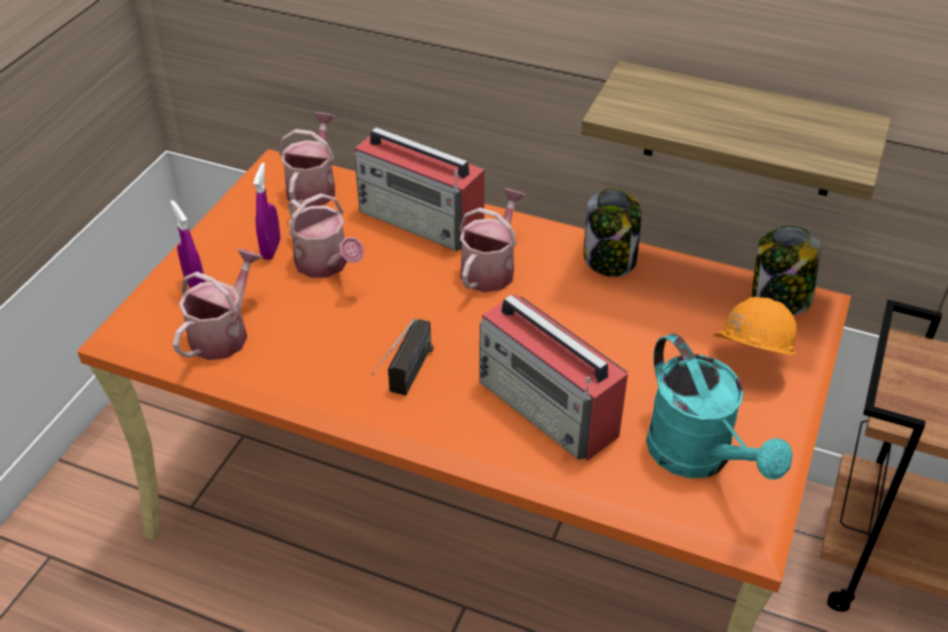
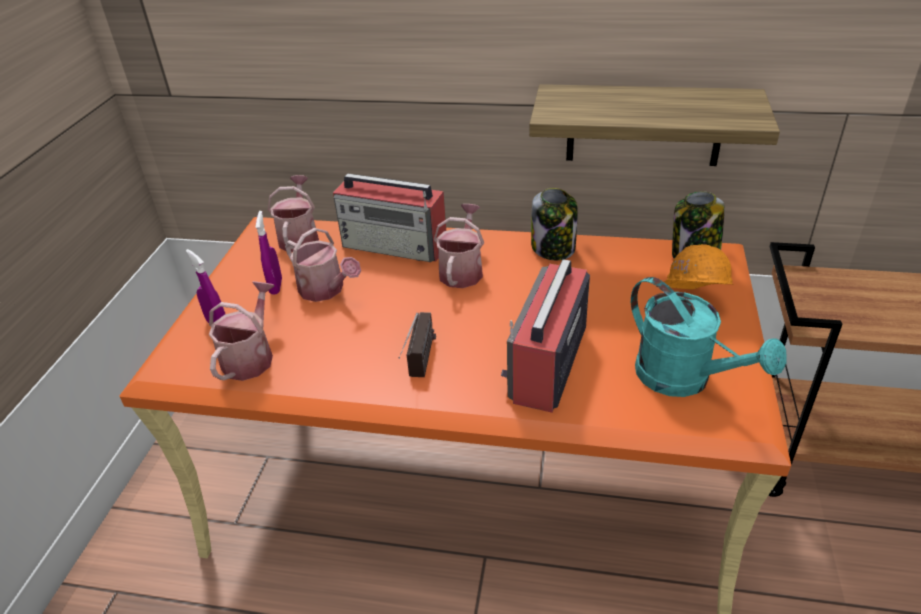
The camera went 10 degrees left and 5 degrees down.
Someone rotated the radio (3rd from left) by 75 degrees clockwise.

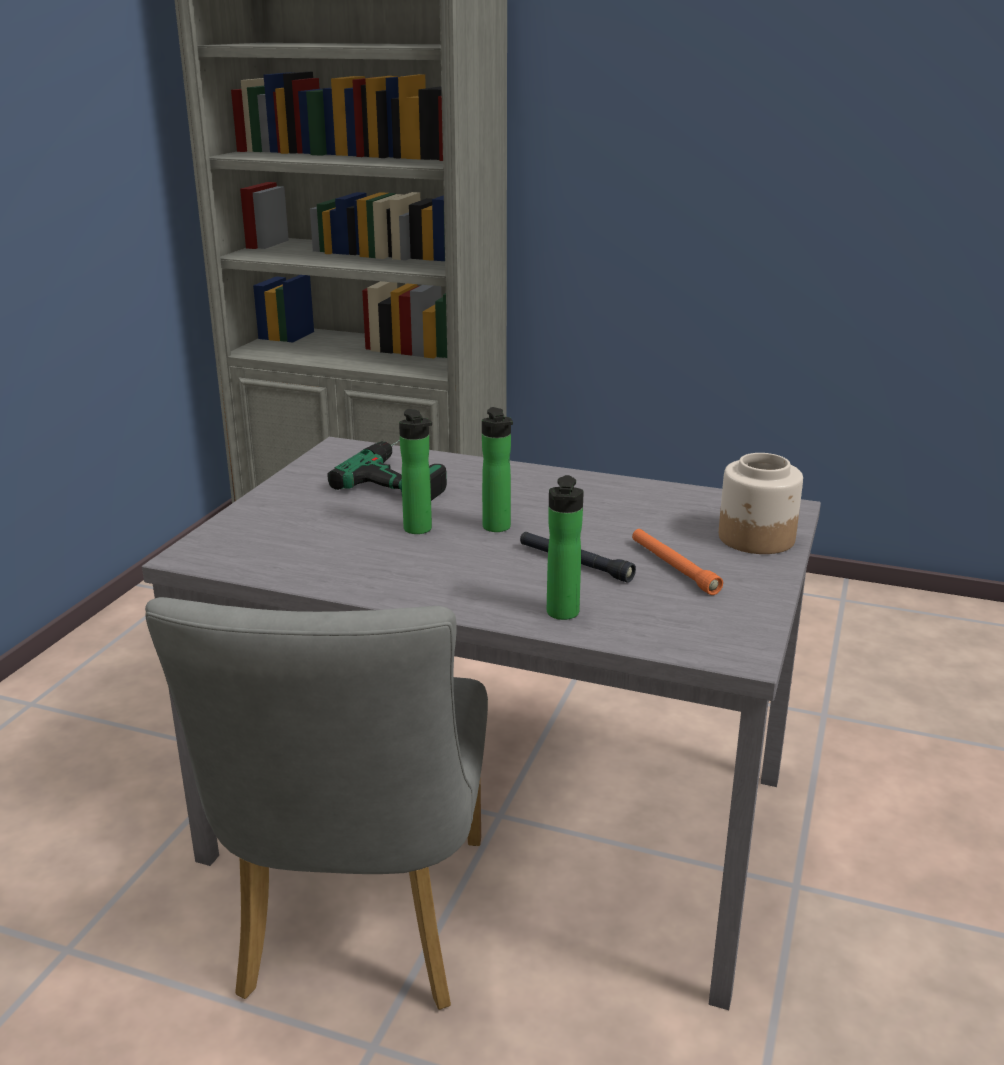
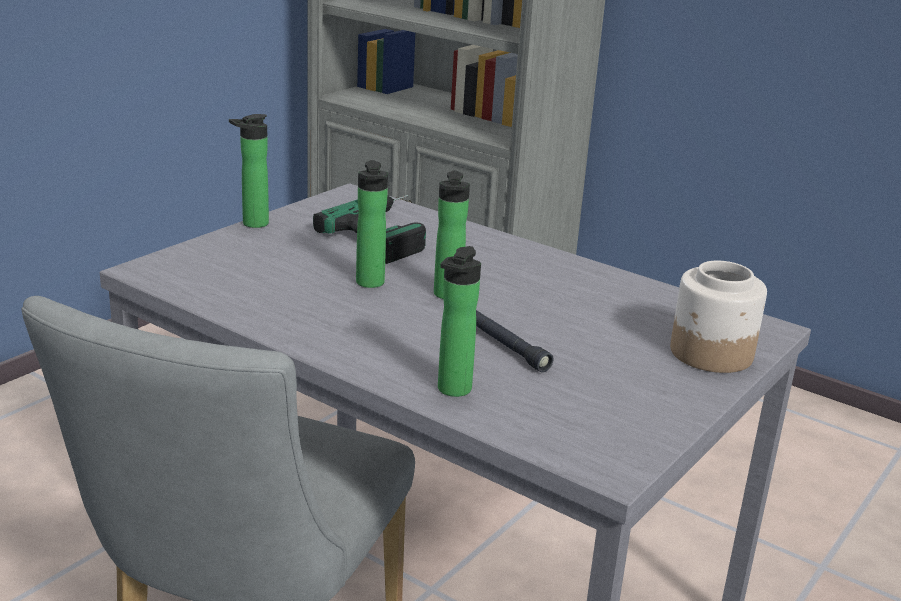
The camera went 15 degrees right and 0 degrees up.
Someone put down the bottle (1st from left).
Someone took away the flashlight (orange).

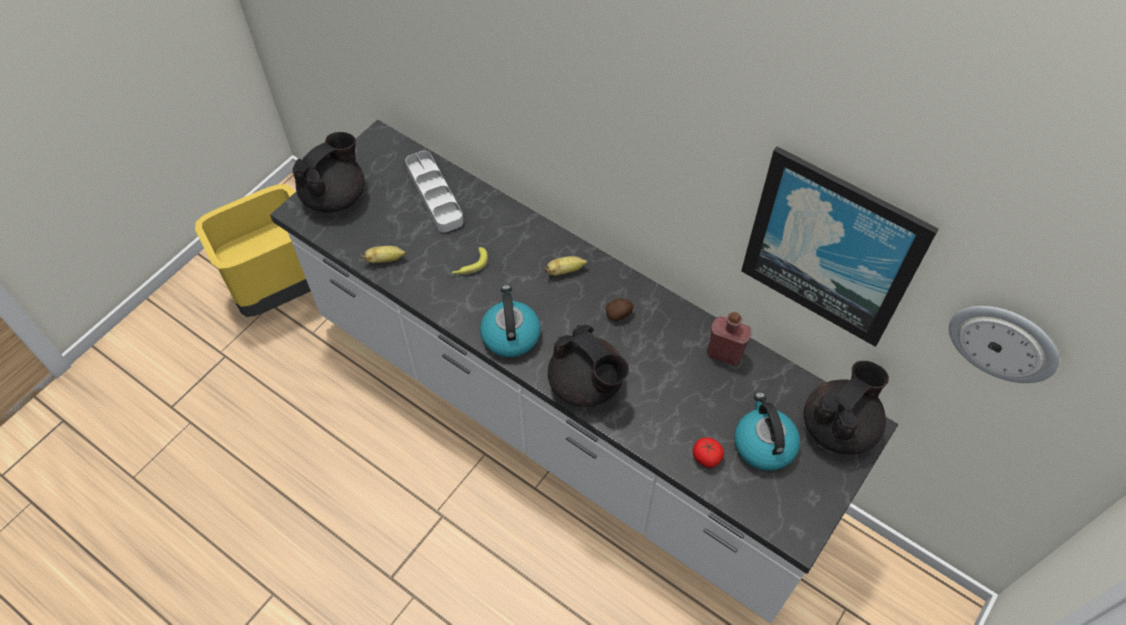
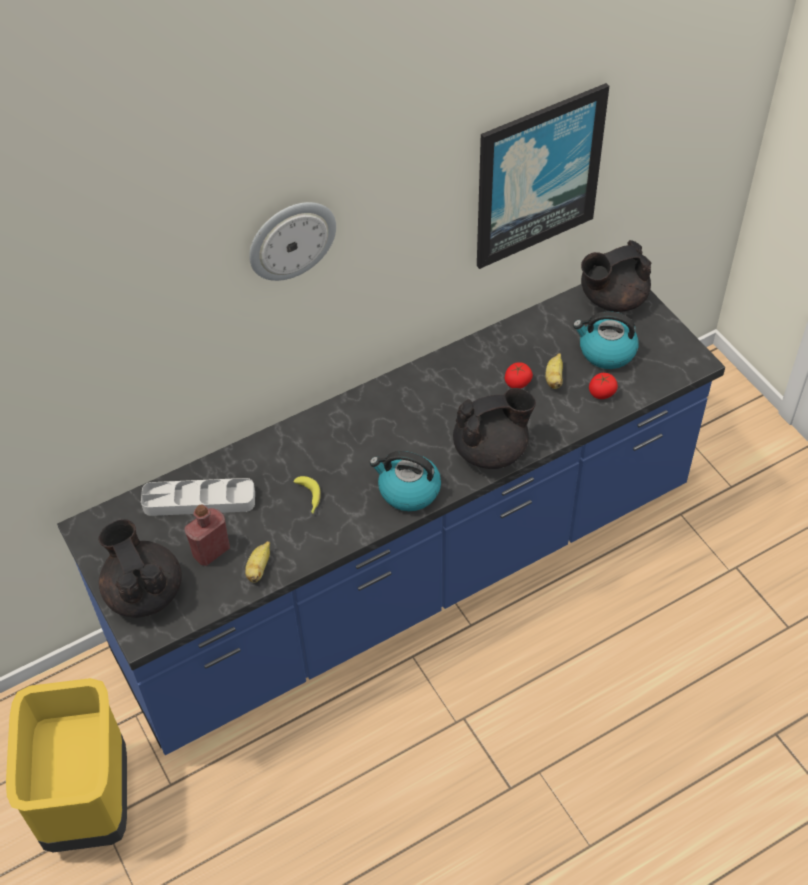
The camera went 65 degrees left and 5 degrees down.
Someone repainted the counter (white), which became the counter (blue).
Someone carried the bottle (red).
Someone carried the wall clock.
Someone put down the tomato (1st from left).
Someone carried the banana (3rd from left).
Someone rotated the teapot (black) (3rd from left) by 90 degrees counterclockwise.
Someone took away the potato.

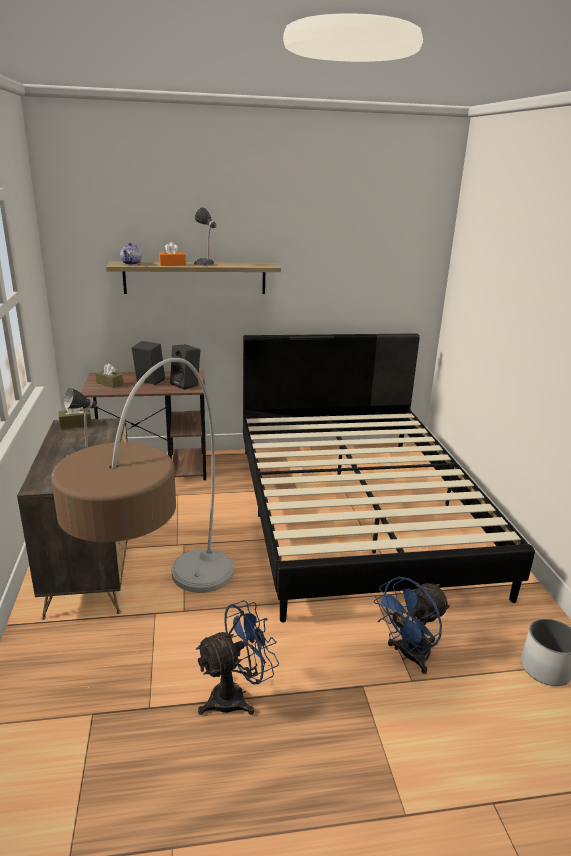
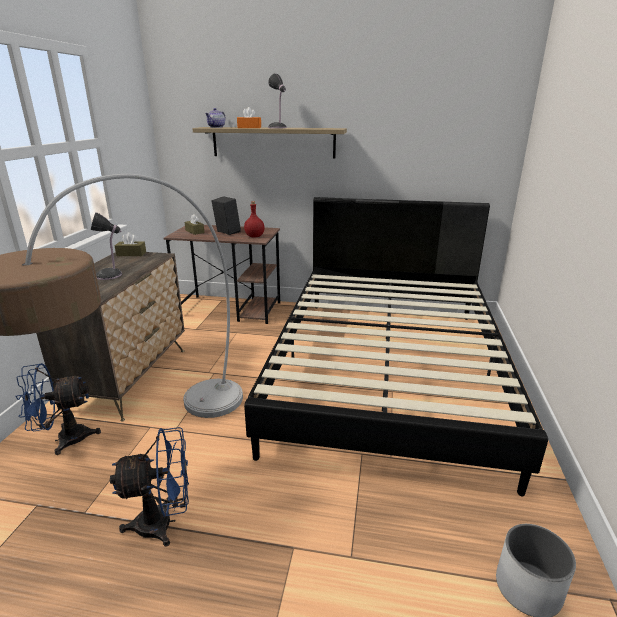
The camera went 20 degrees right and 0 degrees up.
Someone carried the fan (blue) (2nd from left in the first image).
Someone swapped the speaker (black) (2nd from left) for the bottle (red).

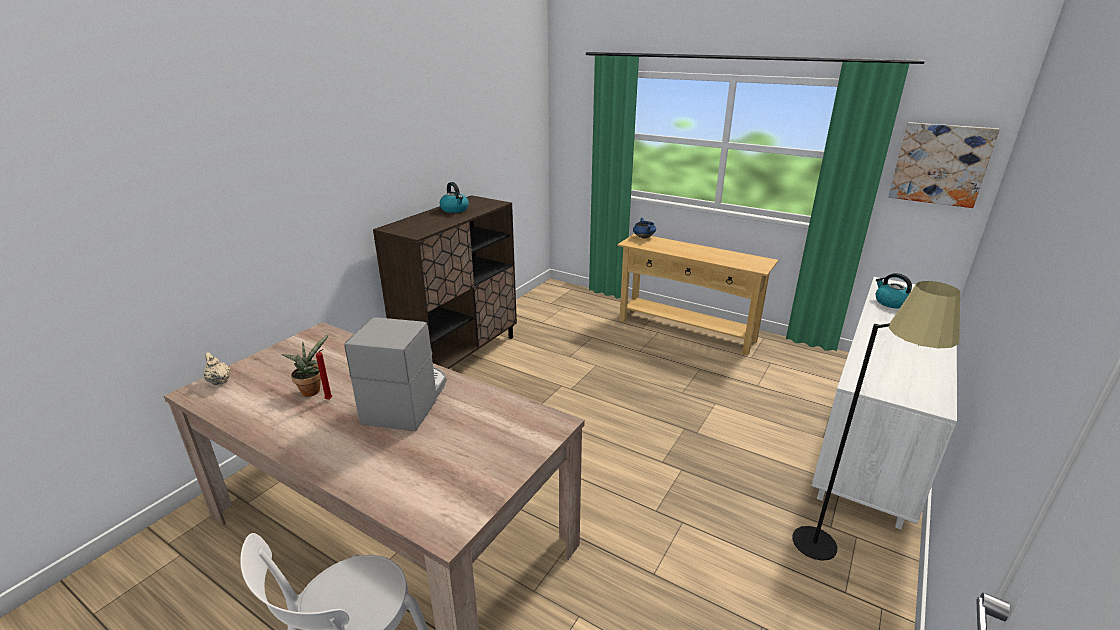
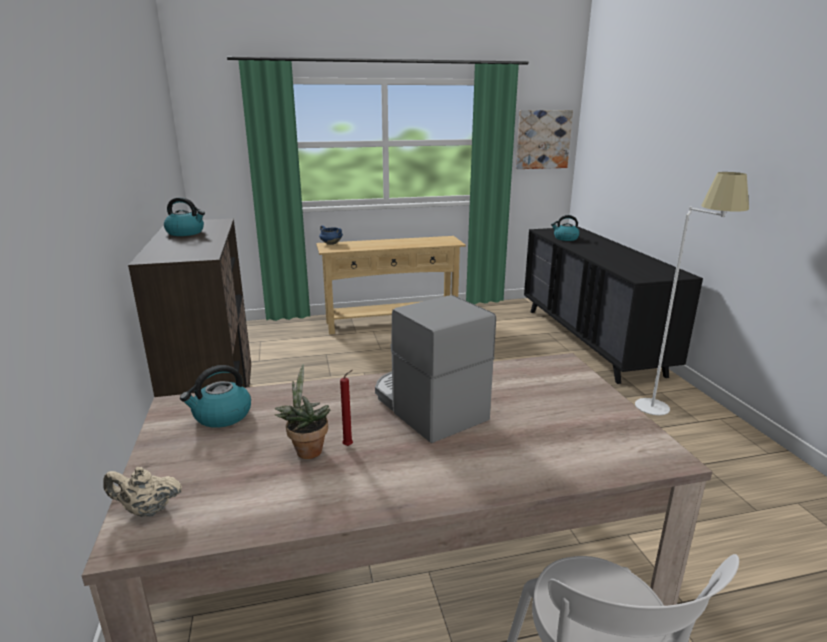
The camera went 45 degrees left and 5 degrees down.
Someone put down the kettle (2nd from left).
Someone repainted the dresser (white), which became the dresser (black).
Someone repainted the floor lamp (black), which became the floor lamp (white).

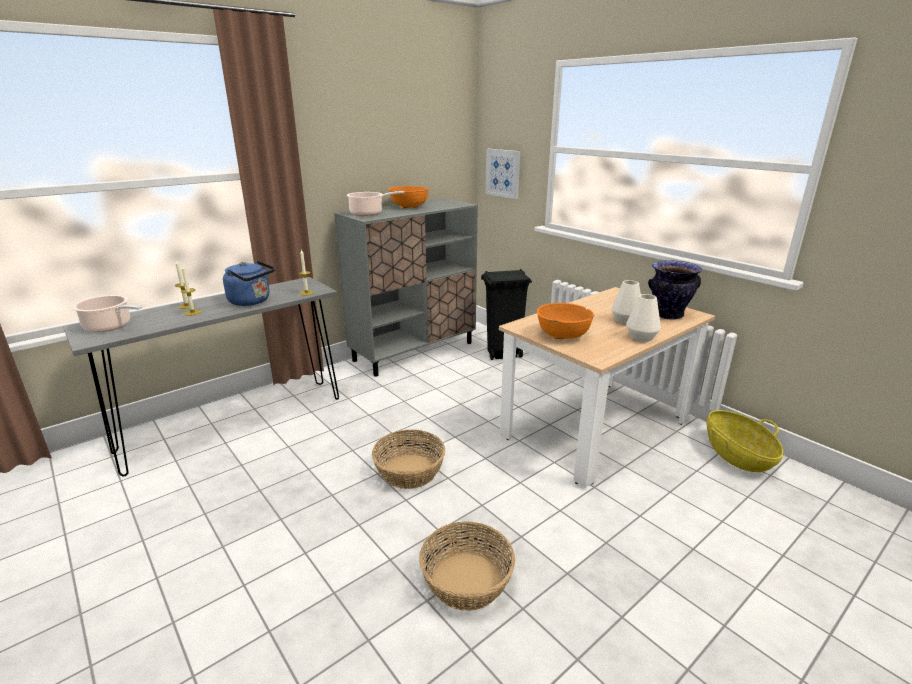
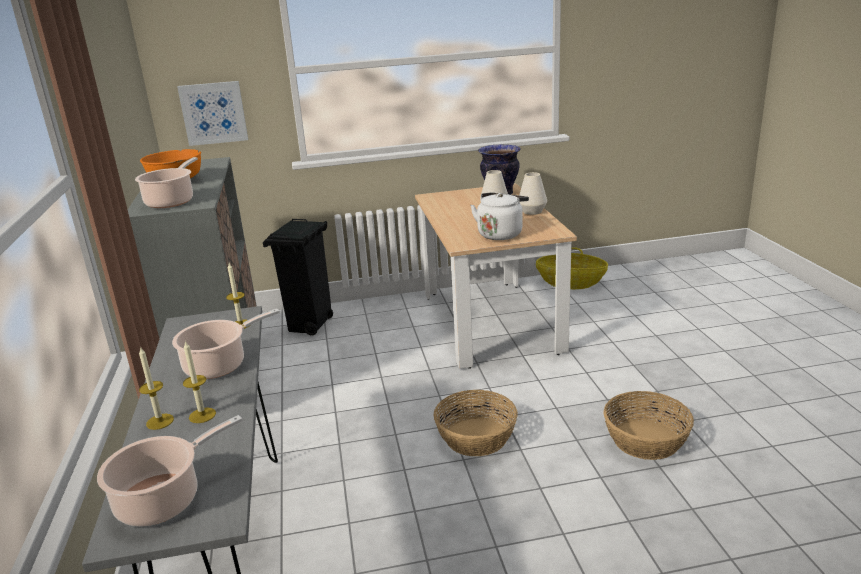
The camera went 60 degrees left and 0 degrees up.
Someone swapped the kettle (blue) for the cooking pot (3rd from left).
Someone swapped the bowl (orange) (2nd from left) for the kettle (white).

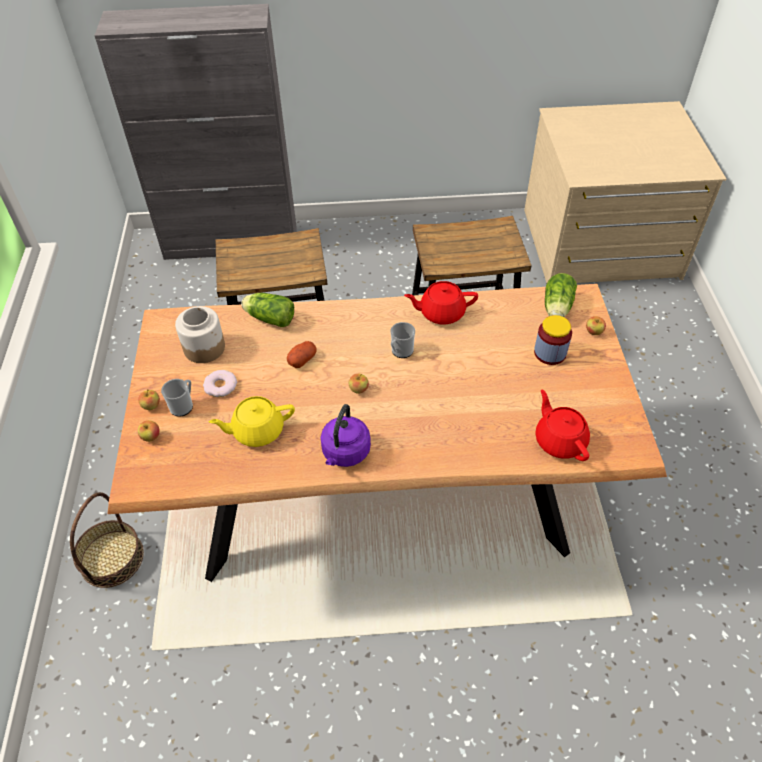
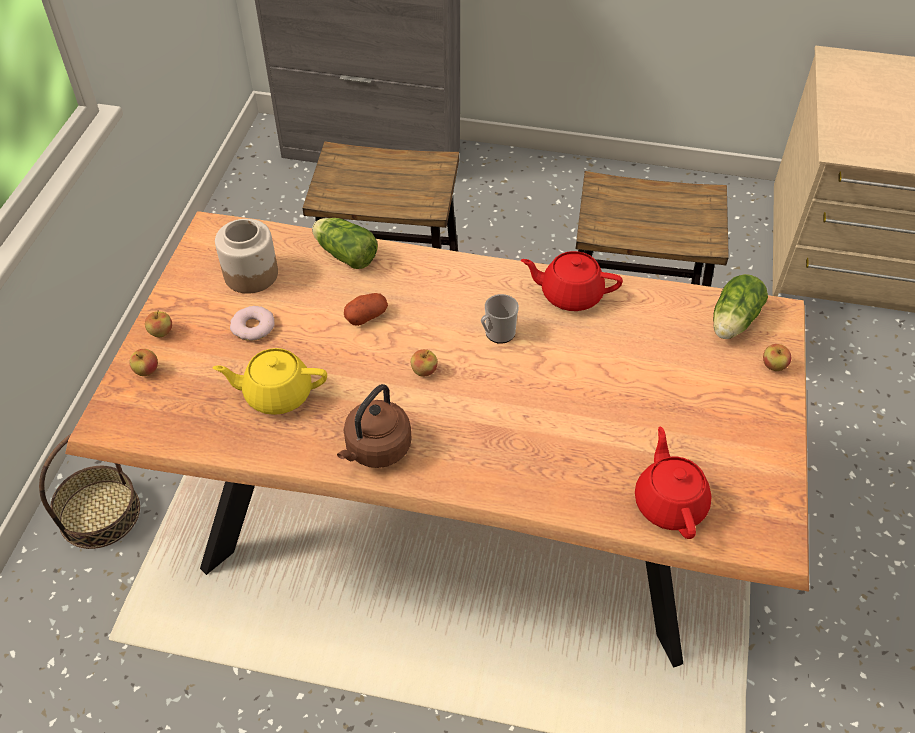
The camera went 15 degrees right and 0 degrees up.
Someone repainted the kettle (purple), which became the kettle (brown).
Someone took away the mug (1st from left).
Someone took away the jar (2nd from left).

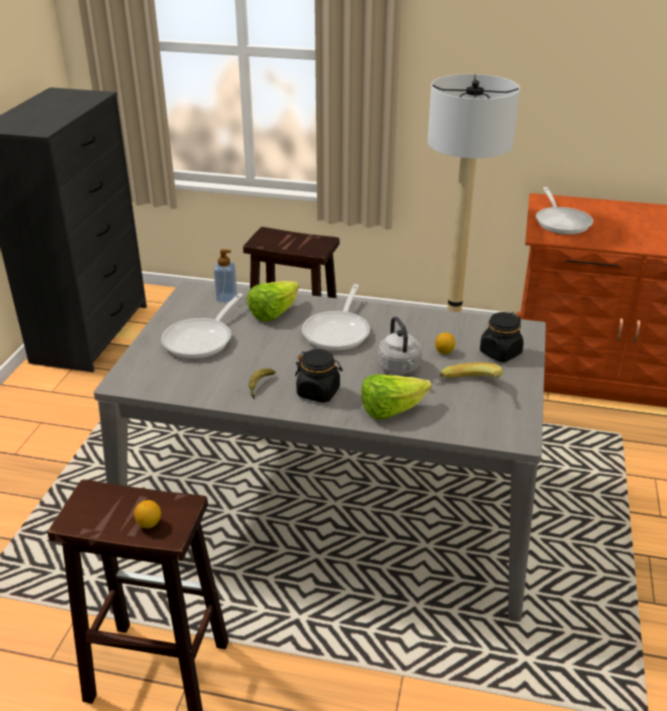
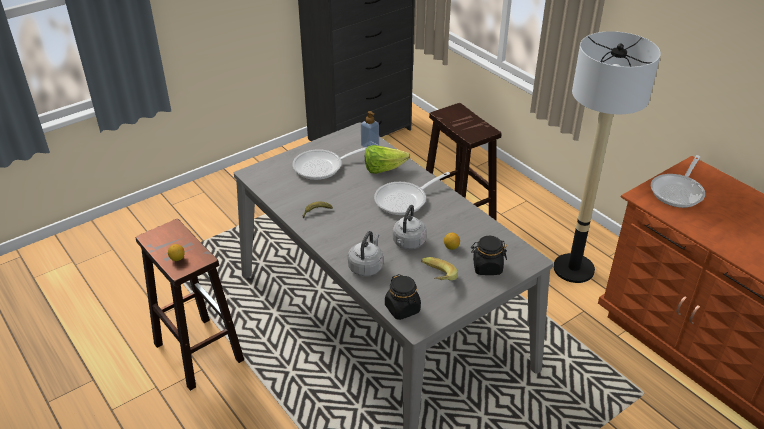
The camera went 40 degrees right and 5 degrees up.
Someone swapped the lettuce (2nd from left) for the kettle (grey) (1st from left).
Someone carried the jar (black) (1st from left).

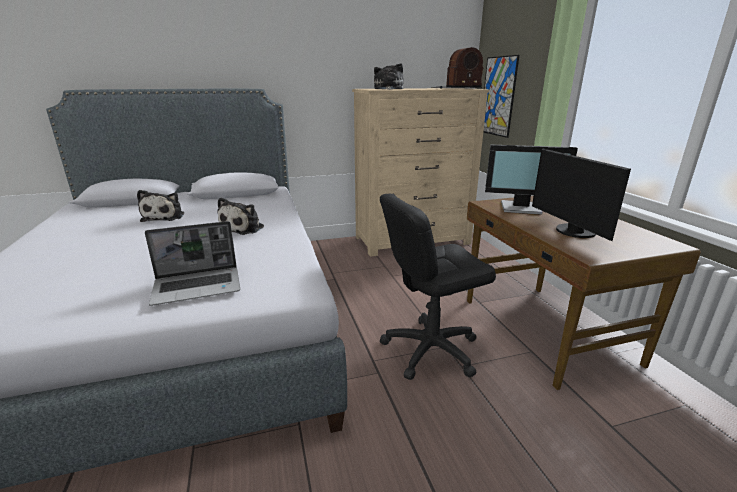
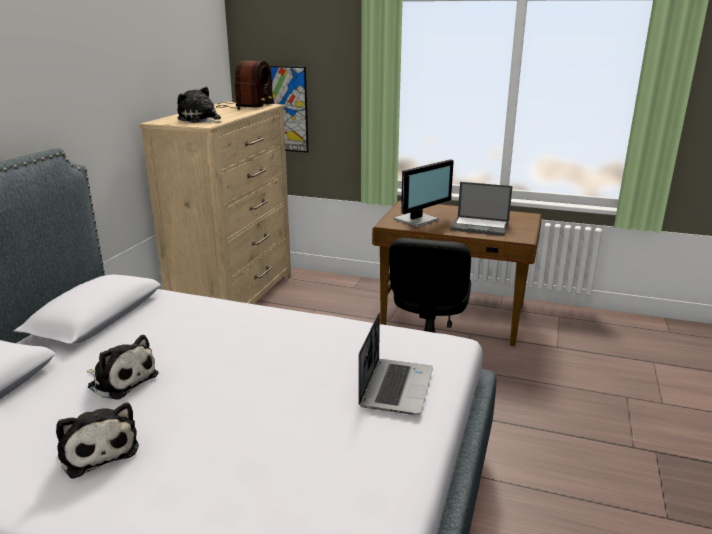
The camera went 55 degrees left and 0 degrees up.
Someone carried the plush toy (2nd from left in the first image).
Someone swapped the monitor (2nd from left) for the laptop (2nd from left).

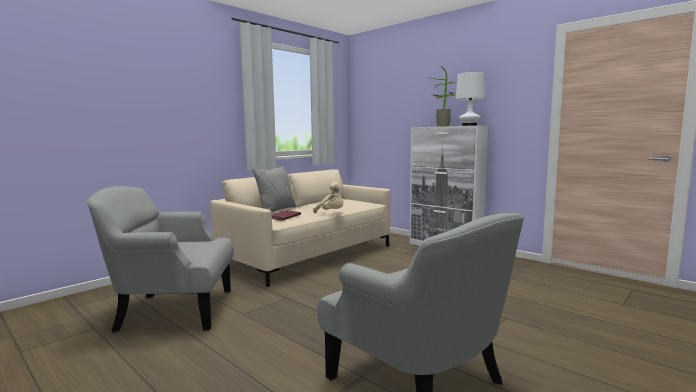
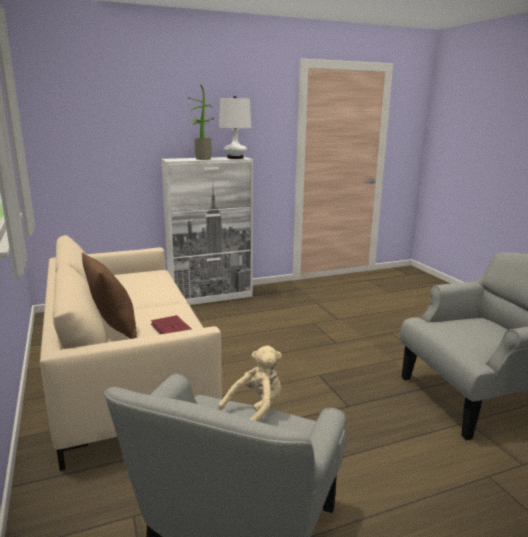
The camera went 65 degrees left and 10 degrees up.
Someone repainted the pillow (grey), which became the pillow (brown).
Someone carried the plush toy (beige).

